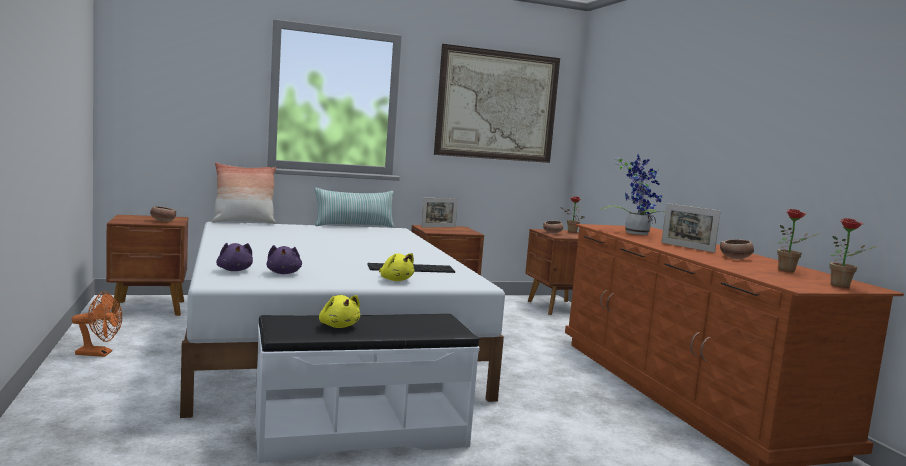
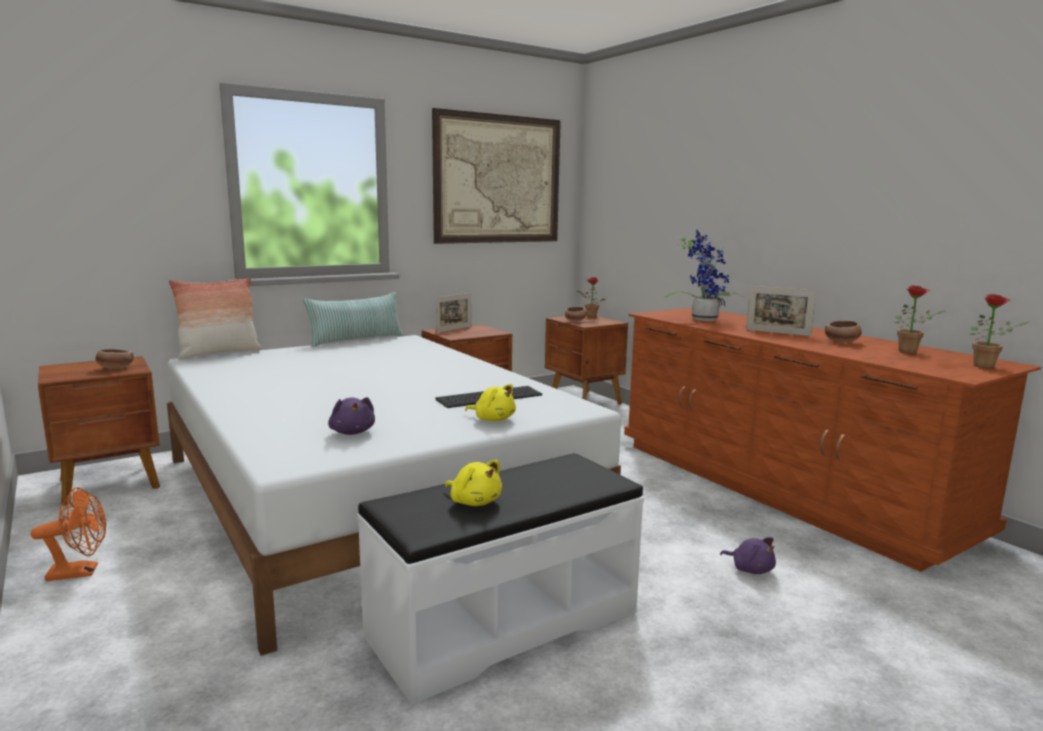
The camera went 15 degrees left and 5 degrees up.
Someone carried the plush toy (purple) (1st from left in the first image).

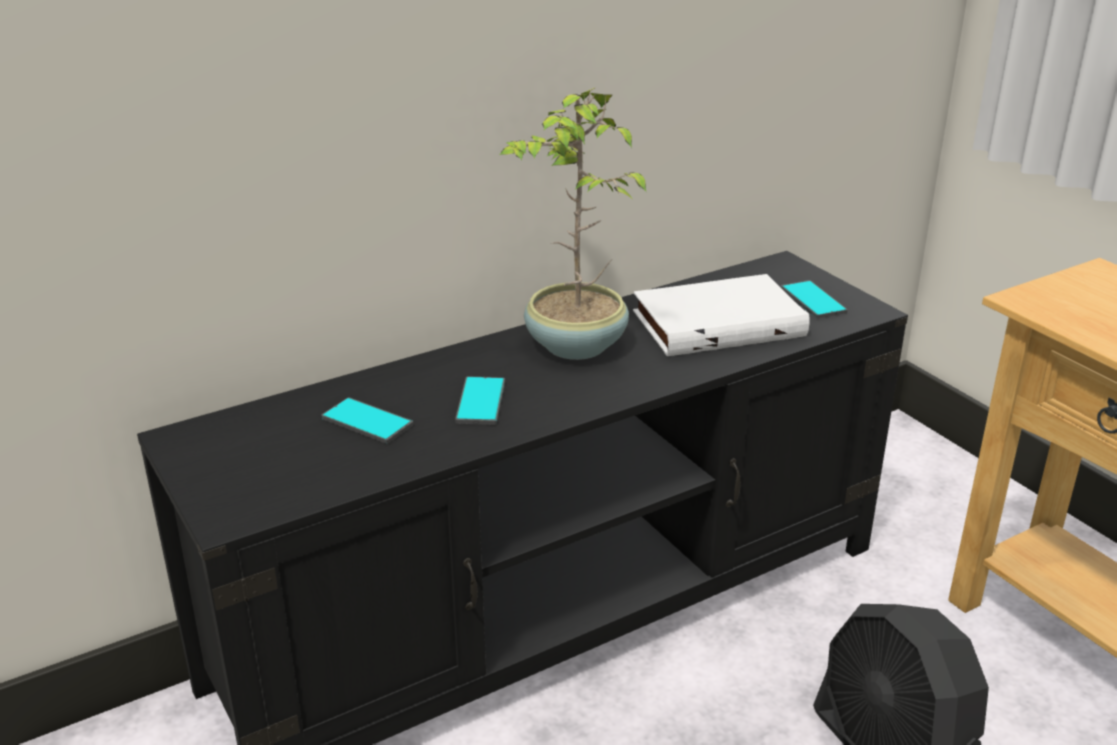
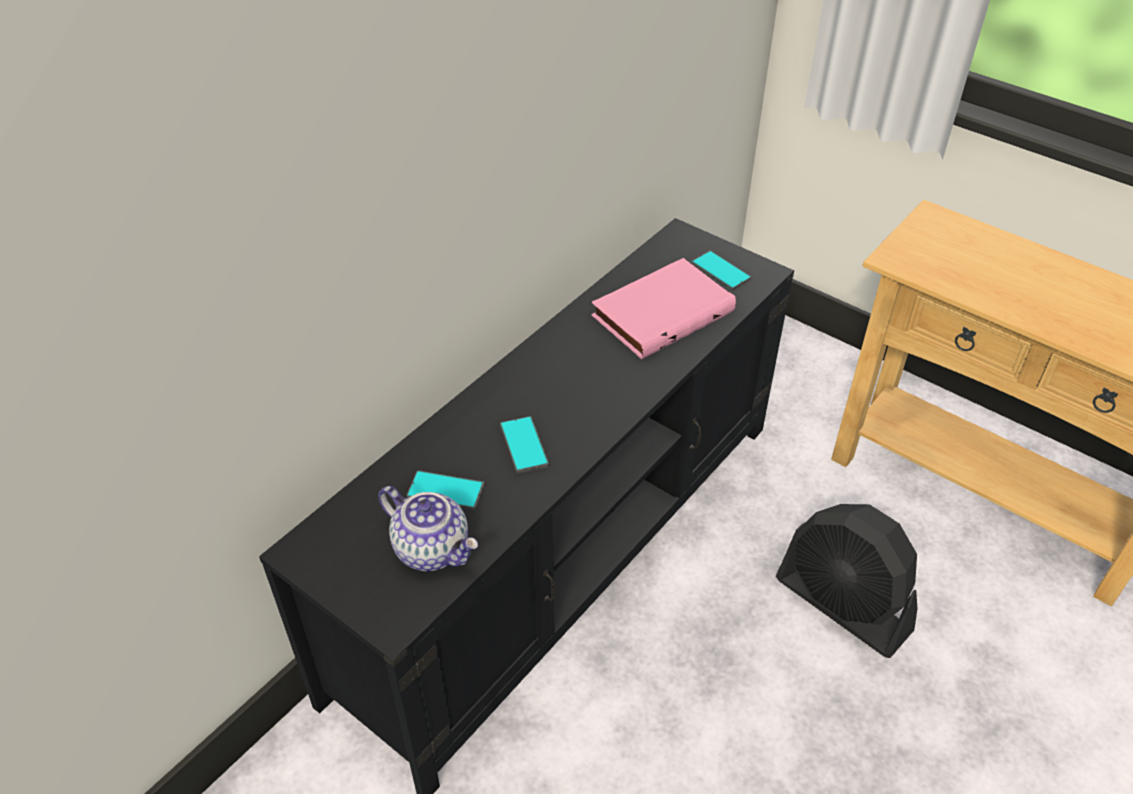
The camera went 20 degrees left and 15 degrees up.
Someone put down the teapot.
Someone repainted the book (white), which became the book (pink).
Someone took away the potted plant.

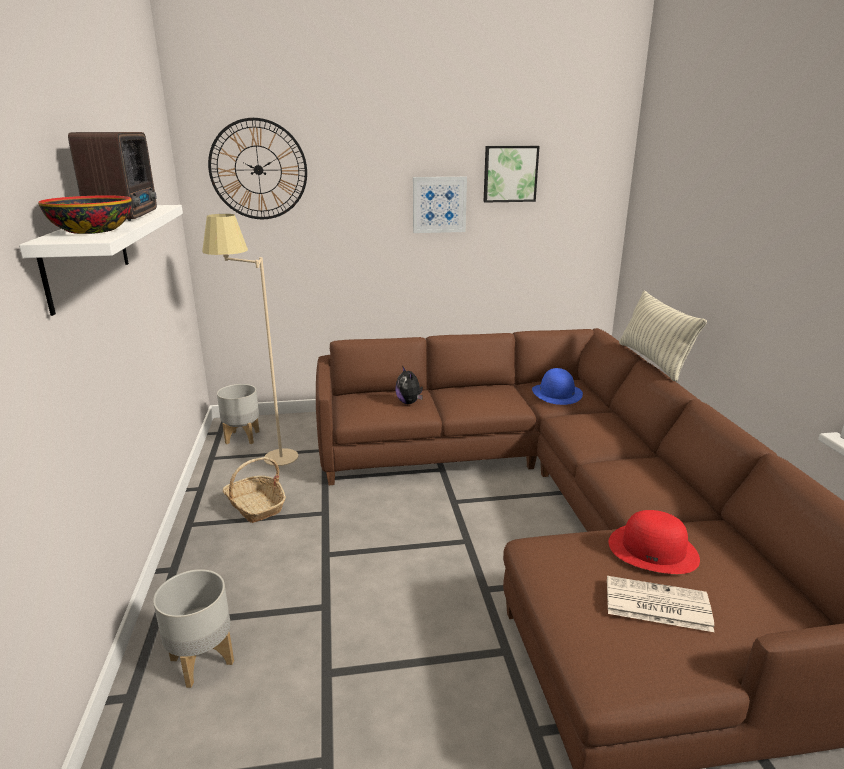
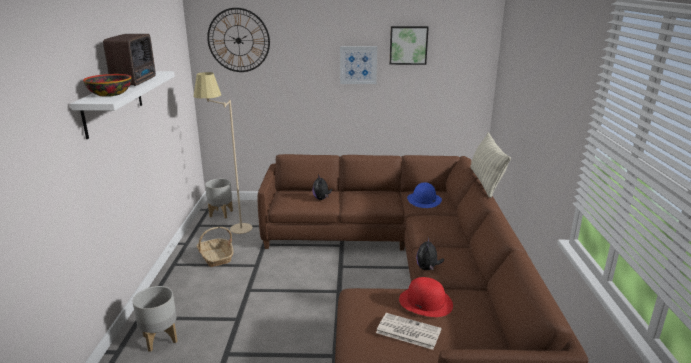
The camera went 10 degrees right and 0 degrees up.
Someone put down the plush toy (2nd from left).

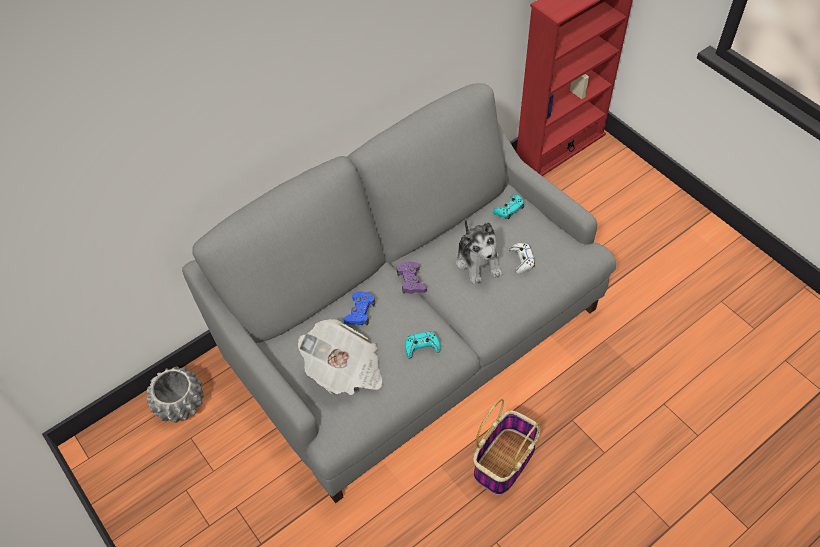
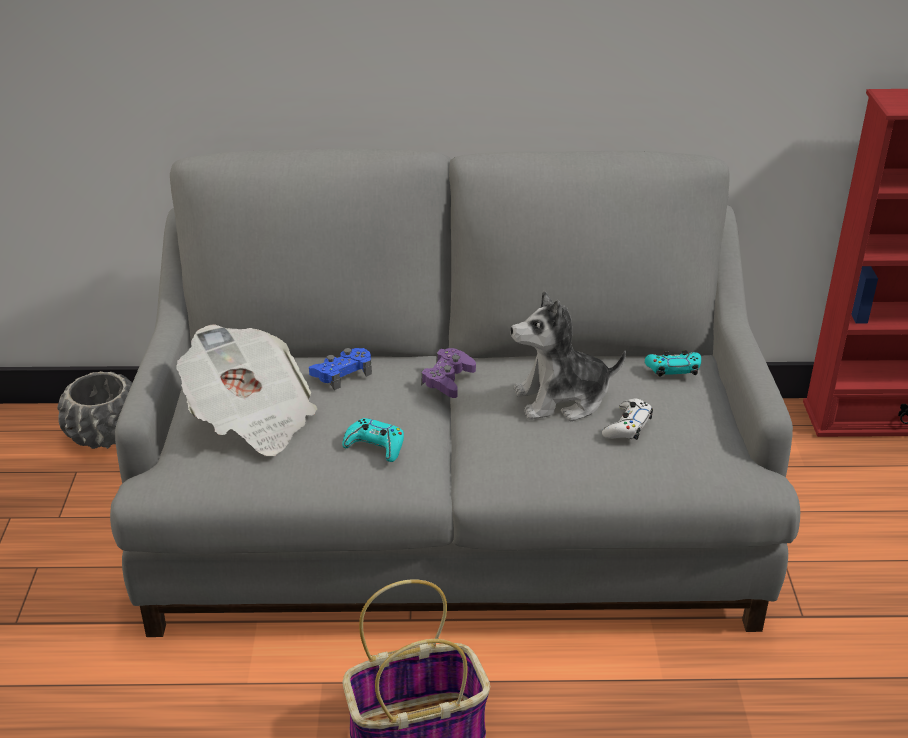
The camera went 35 degrees right and 20 degrees down.
Someone rotated the plush toy by 60 degrees clockwise.

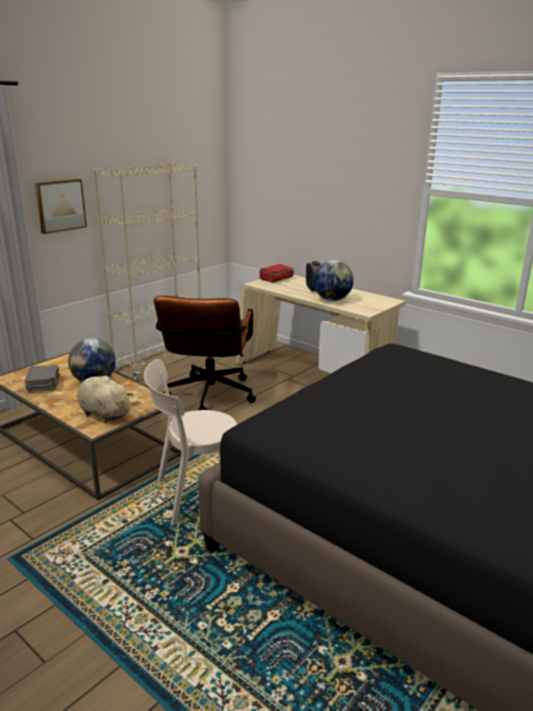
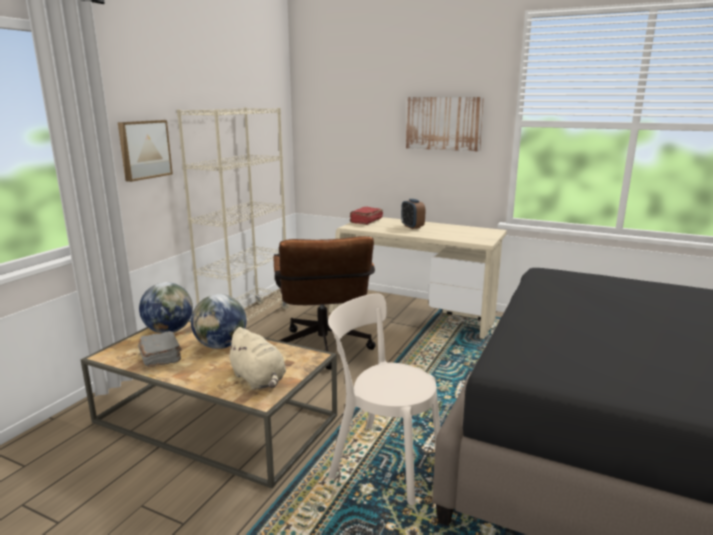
The camera went 15 degrees left and 5 degrees down.
Someone carried the globe (2nd from left in the first image).
Someone rotated the plush toy (beige) by 150 degrees counterclockwise.
Someone rotated the chair (beige) by 60 degrees clockwise.
Someone put up the picture (2nd from left).

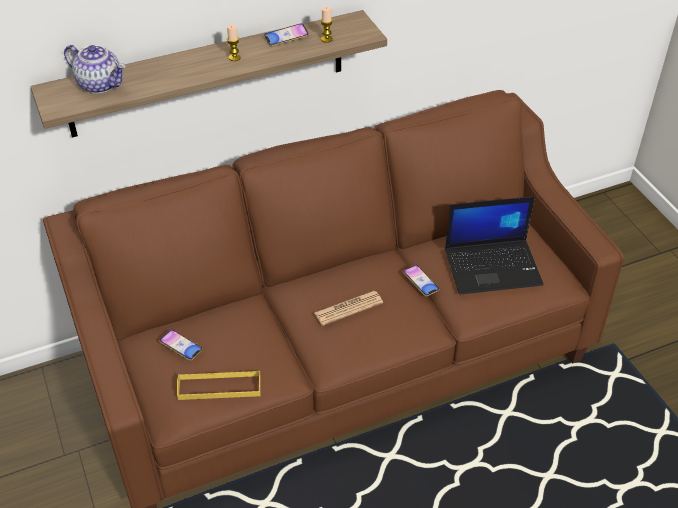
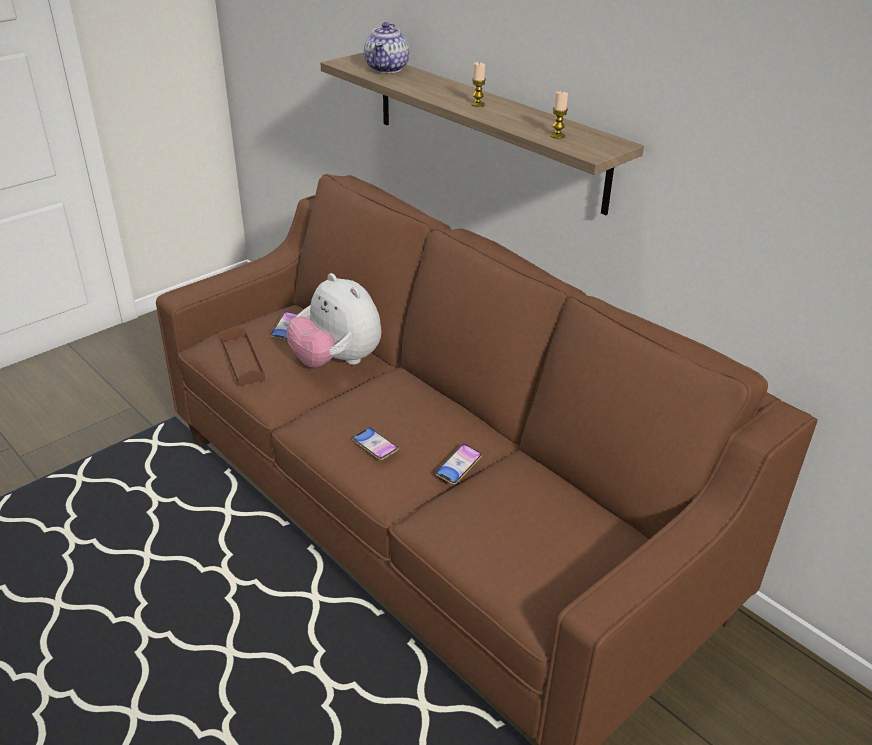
The camera went 70 degrees right and 10 degrees down.
Someone repainted the tray (yellow), which became the tray (brown).
Someone put down the plush toy.
Someone carried the phone (2nd from left).
Someone took away the newspaper.
Someone took away the laptop.

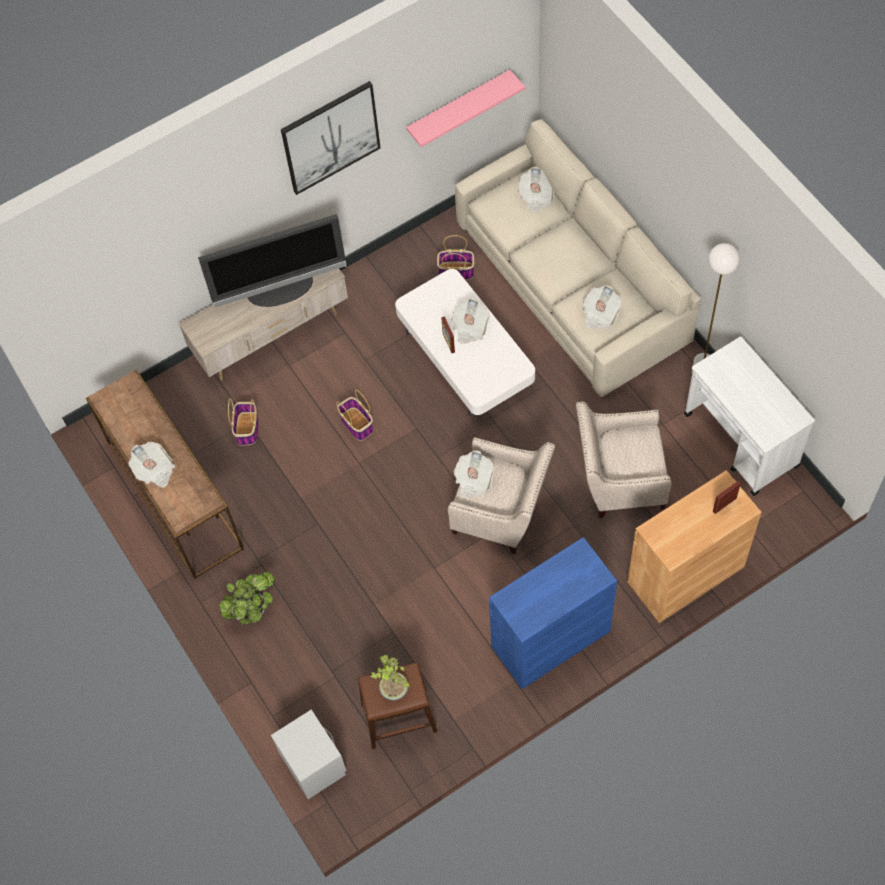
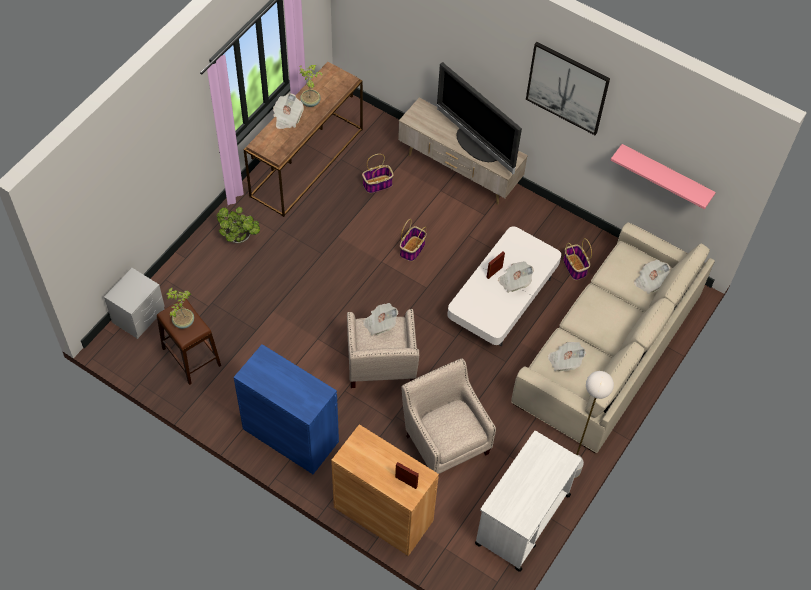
The camera went 60 degrees right and 5 degrees down.
Someone put down the potted plant (3rd from left).

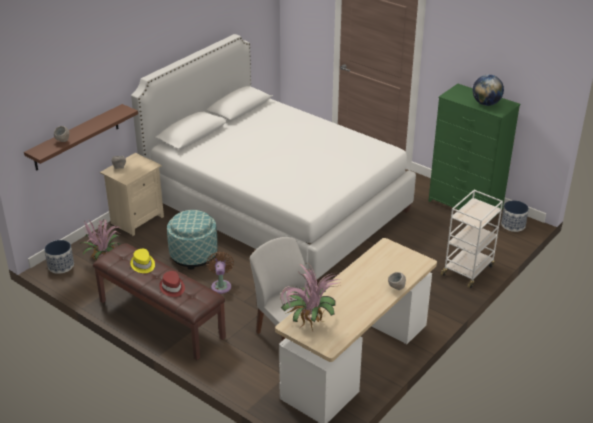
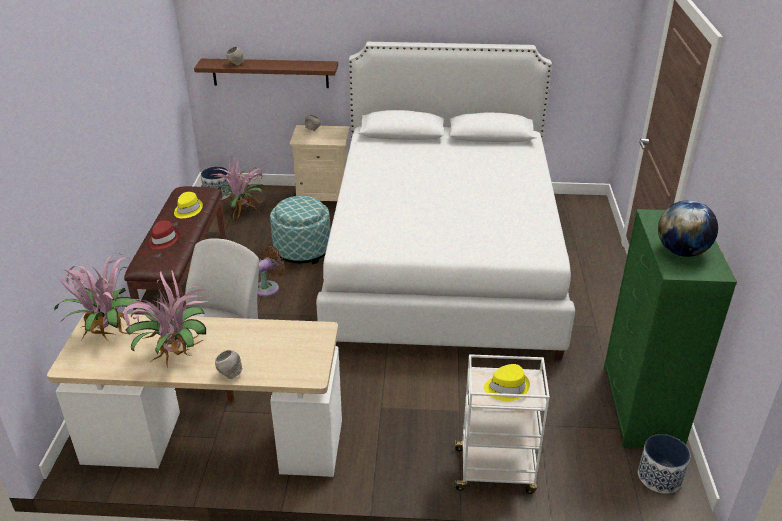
The camera went 55 degrees right and 0 degrees up.
Someone put down the potted plant (2nd from left).
Someone put down the hat (yellow) (2nd from left).

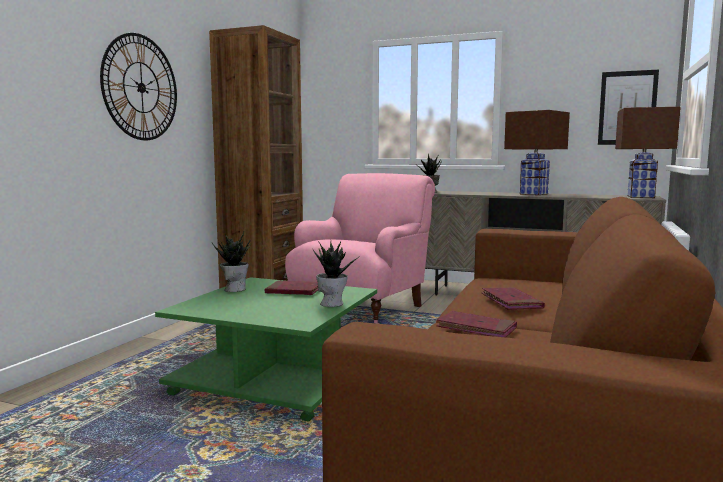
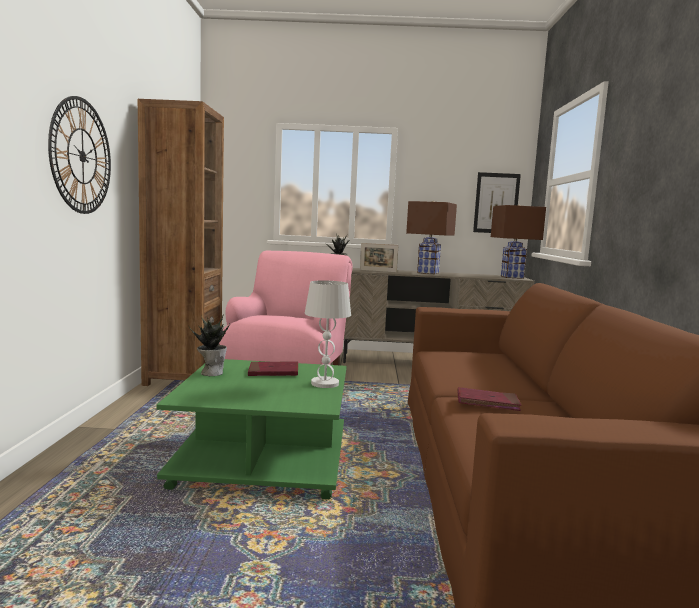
The camera went 20 degrees left and 0 degrees up.
Someone swapped the potted plant (2nd from left) for the table lamp (white).
Someone put down the picture frame.
Someone took away the book (red) (3rd from left).

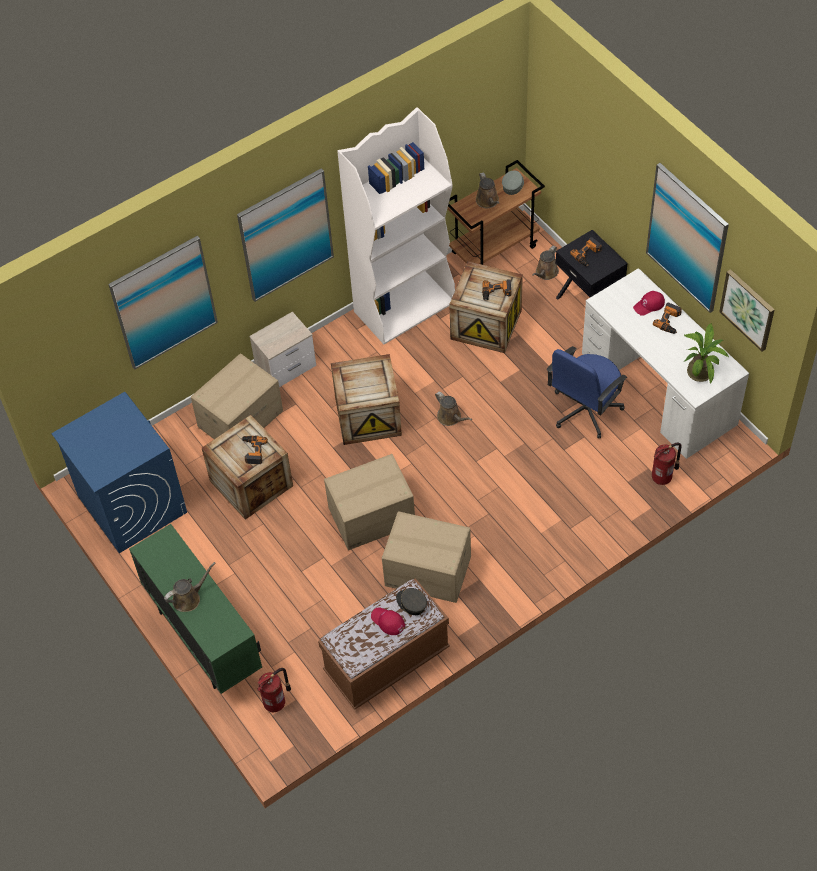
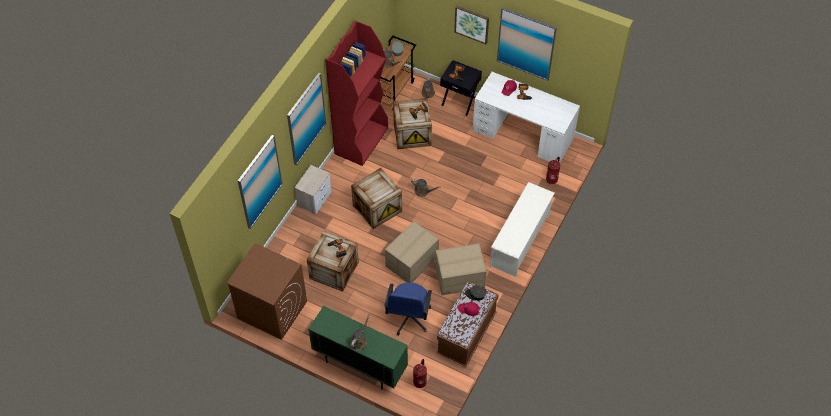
The camera went 30 degrees left and 0 degrees up.
Someone repainted the washing machine (blue), which became the washing machine (brown).
Someone repainted the bookcase (white), which became the bookcase (red).
Someone carried the office chair (blue).
Someone carried the picture (4th from left in the first image).
Someone put down the shoe rack (white).
Someone took away the cardboard box (1st from left).
Someone took away the potted plant.

